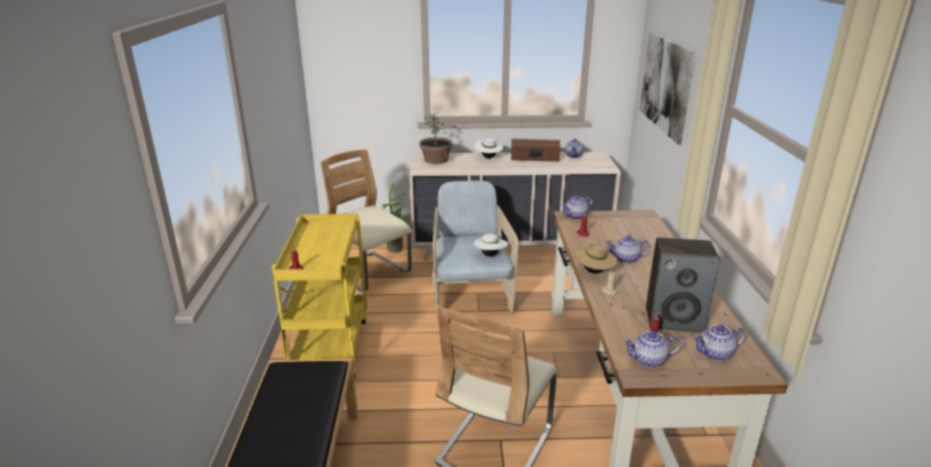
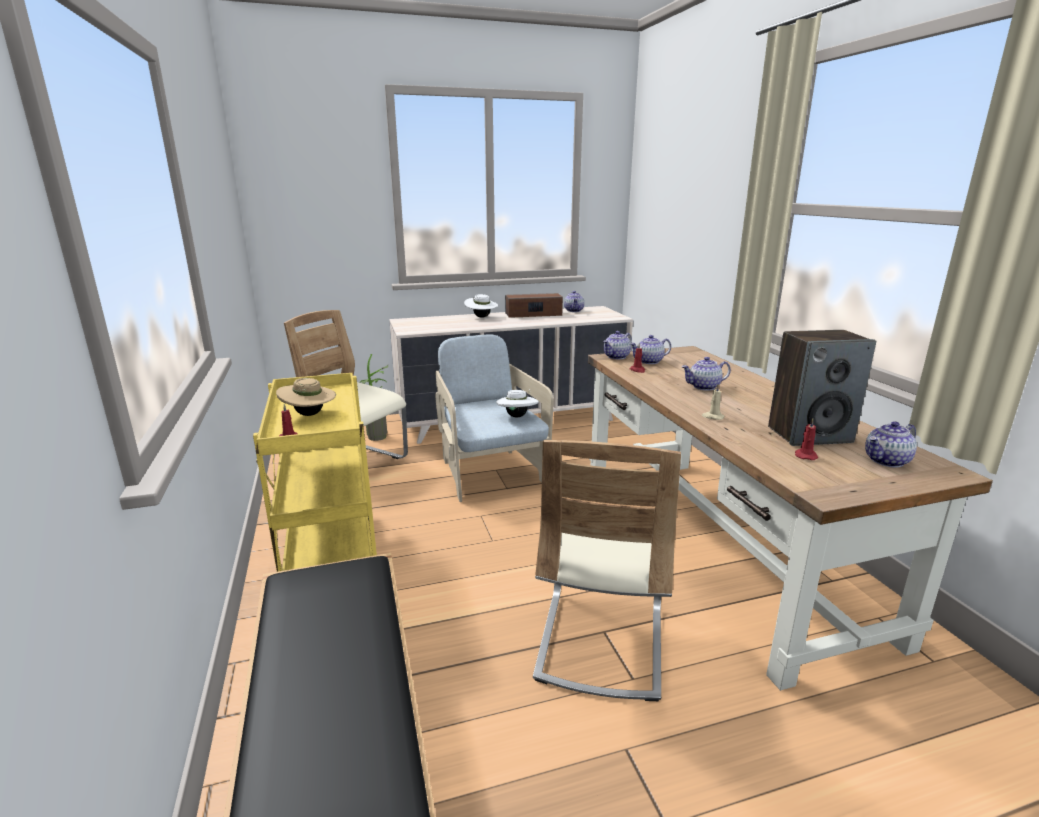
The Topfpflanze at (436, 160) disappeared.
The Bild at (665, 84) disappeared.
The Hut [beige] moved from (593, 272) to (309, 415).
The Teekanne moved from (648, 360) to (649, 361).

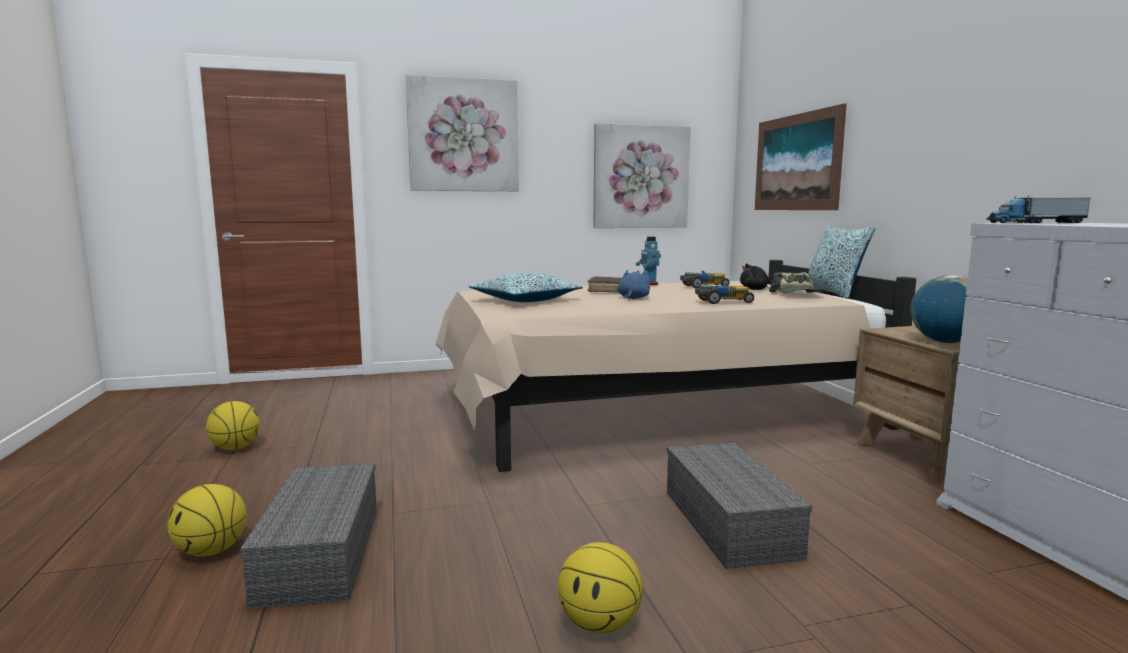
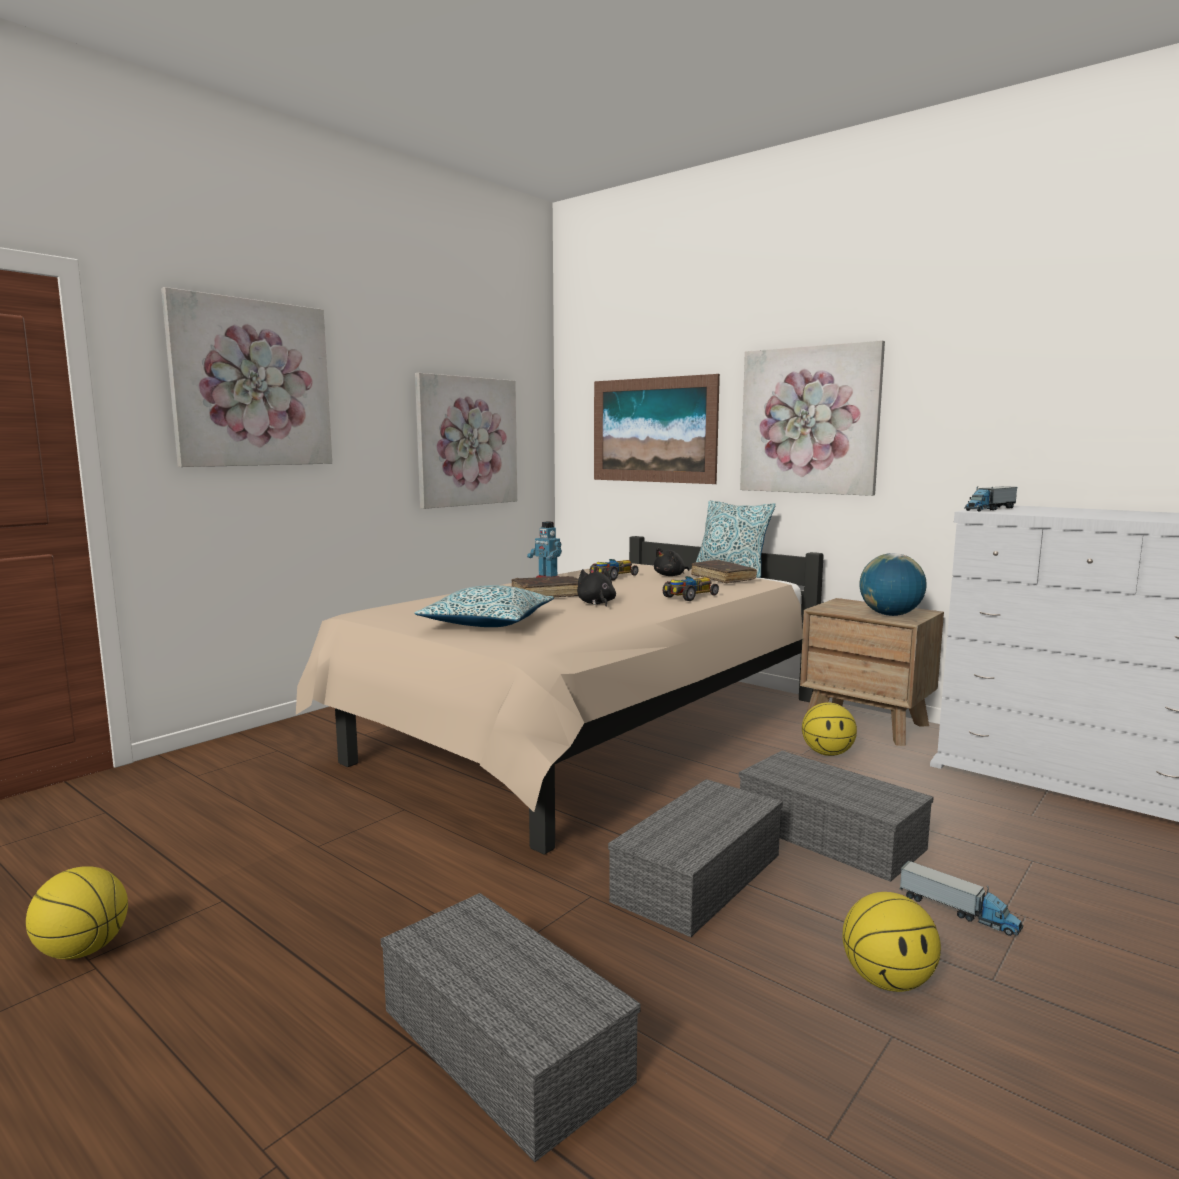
The Aufbewahrungsbox [grau] at (698, 875) appeared.
The Bild at (809, 420) appeared.
The Spielzeuglaster at (958, 911) appeared.
The Basketball moved from (211, 551) to (828, 753).
The Kappe at (797, 294) was replaced by the Buch [braun] at (723, 578).
The Plüschtier [blau] at (633, 298) became the Plüschtier [schwarz] at (596, 603).

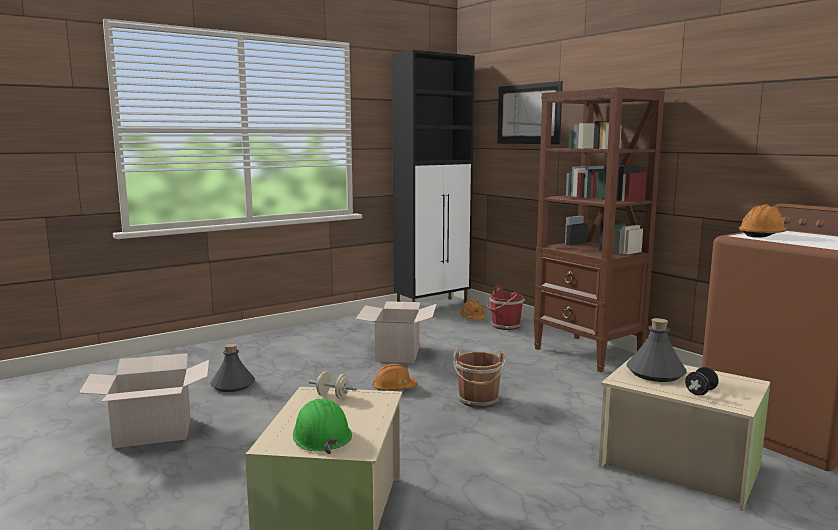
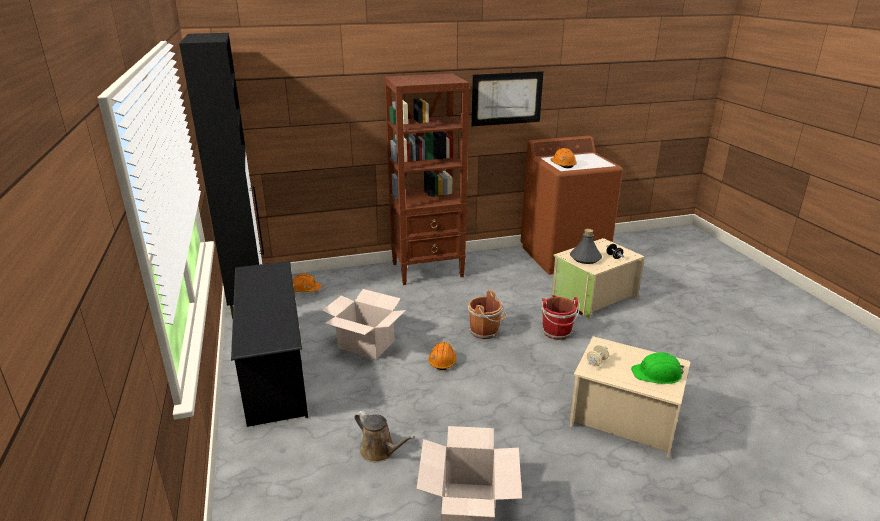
The Schuhregal [schwarz] at (274, 369) appeared.
The Eimer [rot] moved from (504, 326) to (557, 333).
The Bild moved from (528, 114) to (507, 98).
The Flasche [grau] at (233, 385) was replaced by the Gießkanne [braun] at (380, 451).

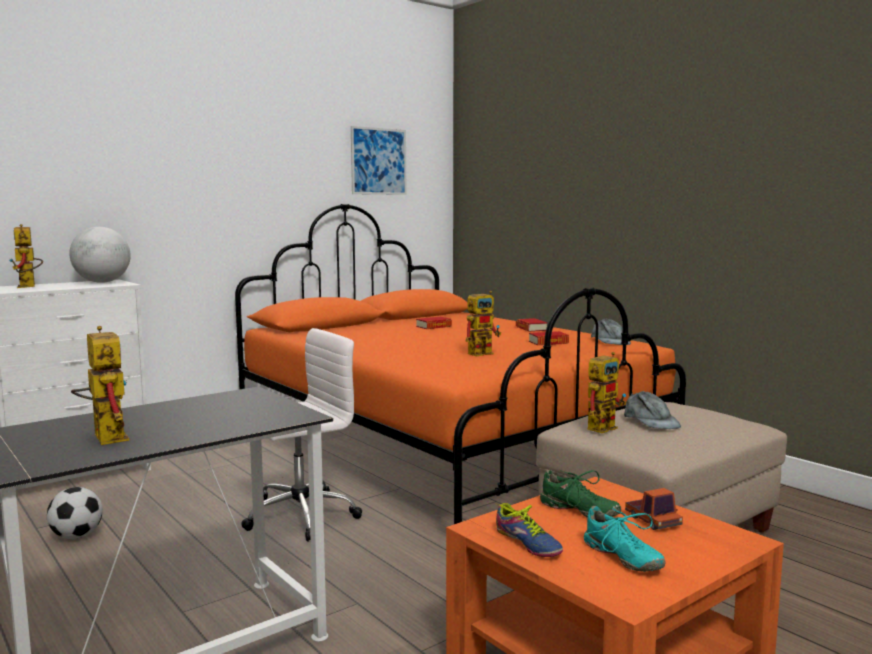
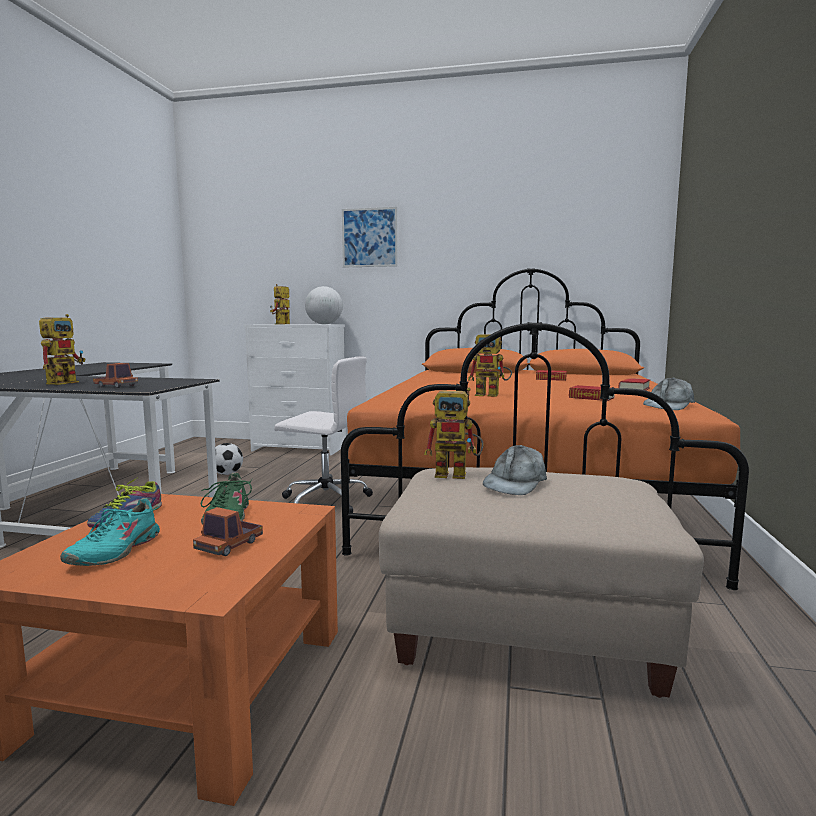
The Spielzeuglaster at (116, 386) appeared.
The Bild moved from (378, 161) to (369, 237).

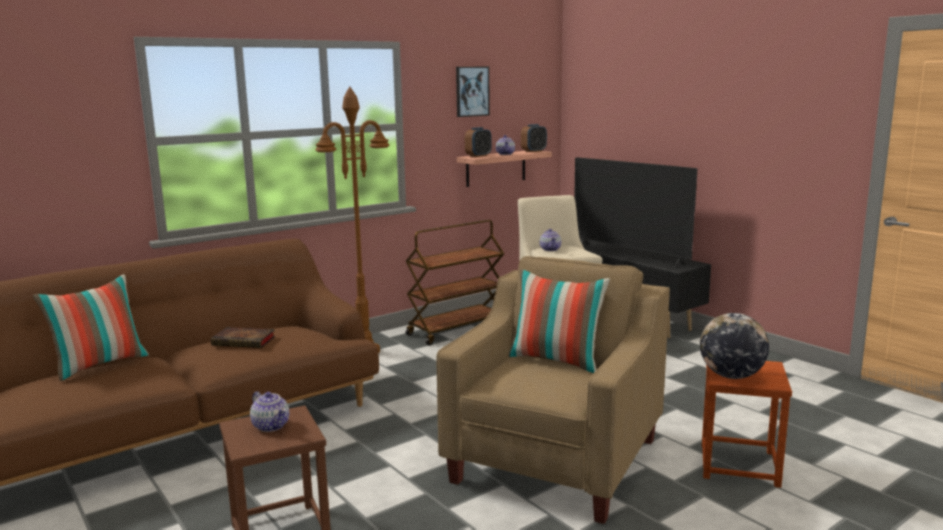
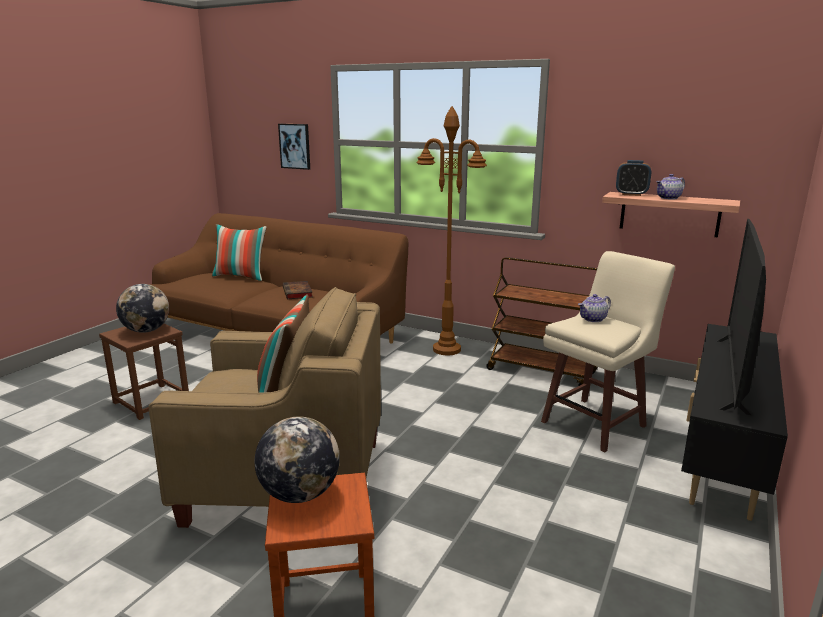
The Wecker at (533, 151) disappeared.
The Bild moved from (472, 91) to (295, 146).
The Teekanne at (271, 426) was replaced by the Globus at (146, 330).

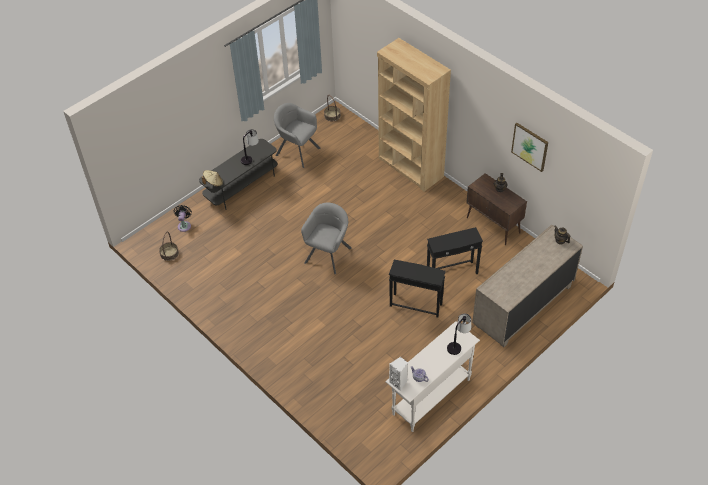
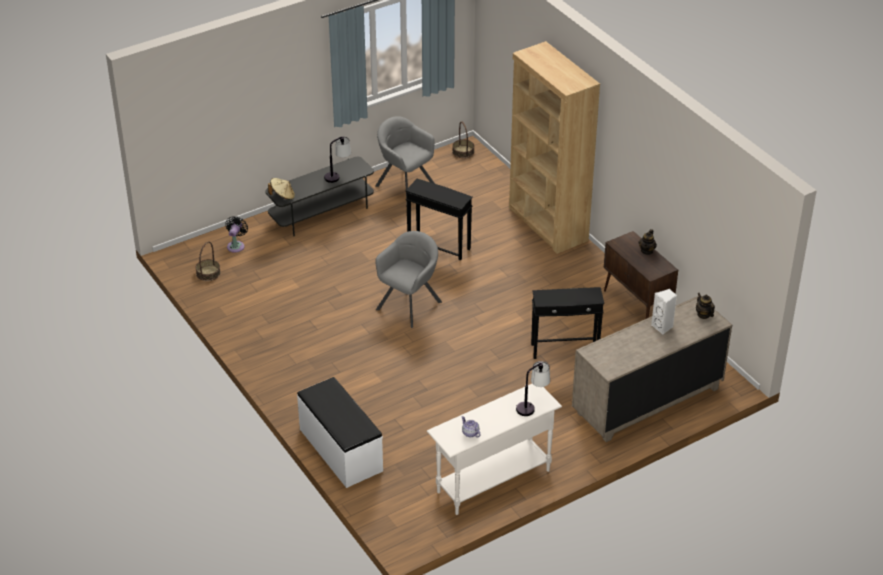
The Bild at (530, 146) disappeared.
The Bank [weiß] at (340, 450) appeared.
The Beistelltisch [schwarz] moved from (415, 304) to (439, 245).
The Lautsprecher [weiß] moved from (399, 383) to (663, 327).

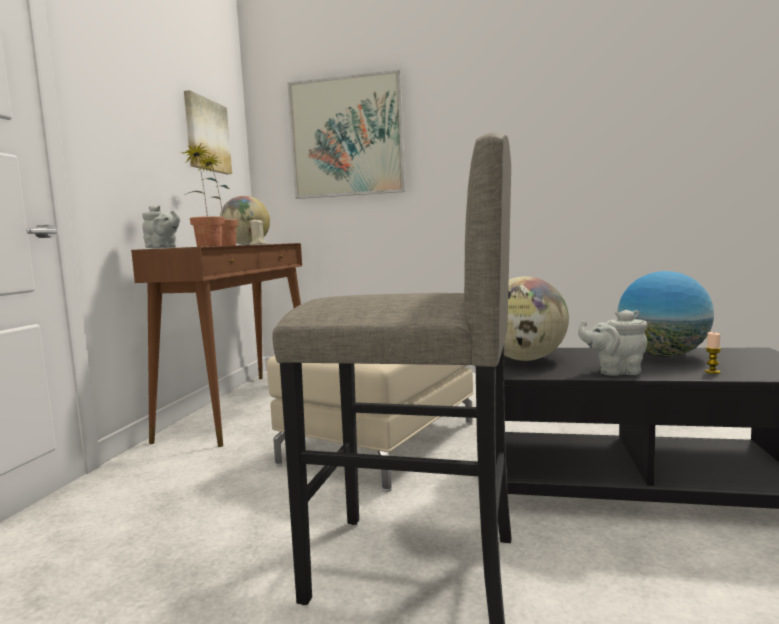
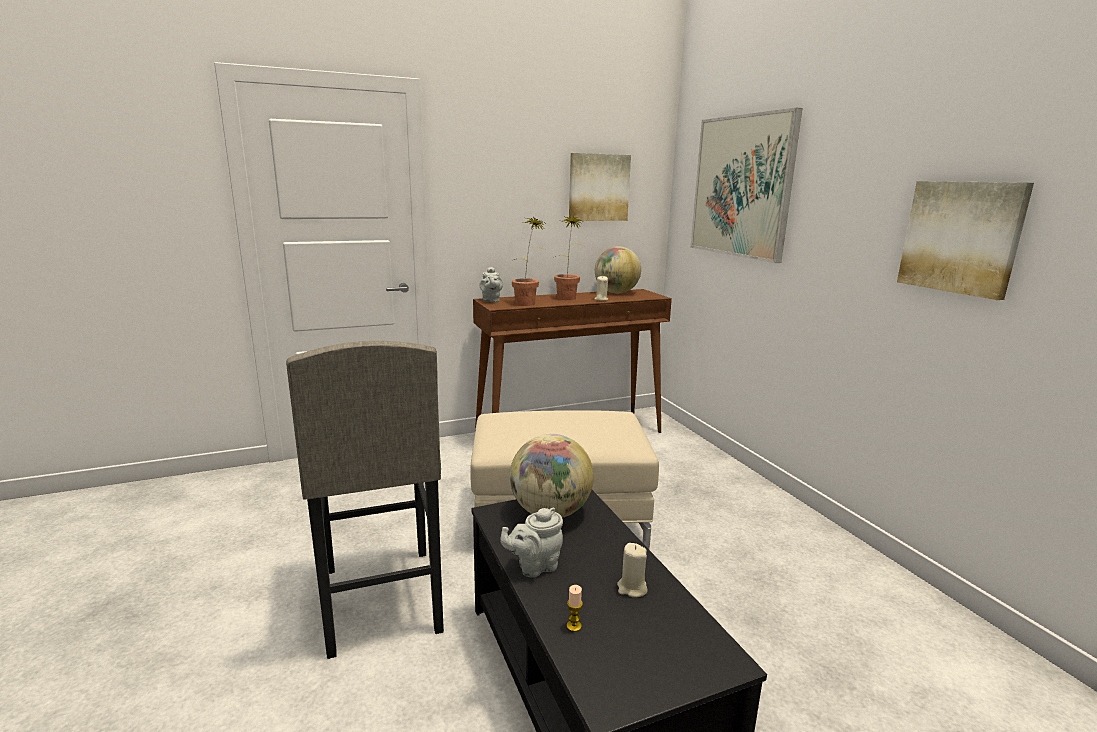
The Bild at (961, 237) appeared.
The Globus at (662, 355) was replaced by the Kerze [beige] at (632, 588).
The Teekanne [grau] at (615, 371) turned 90 degrees counterclockwise.

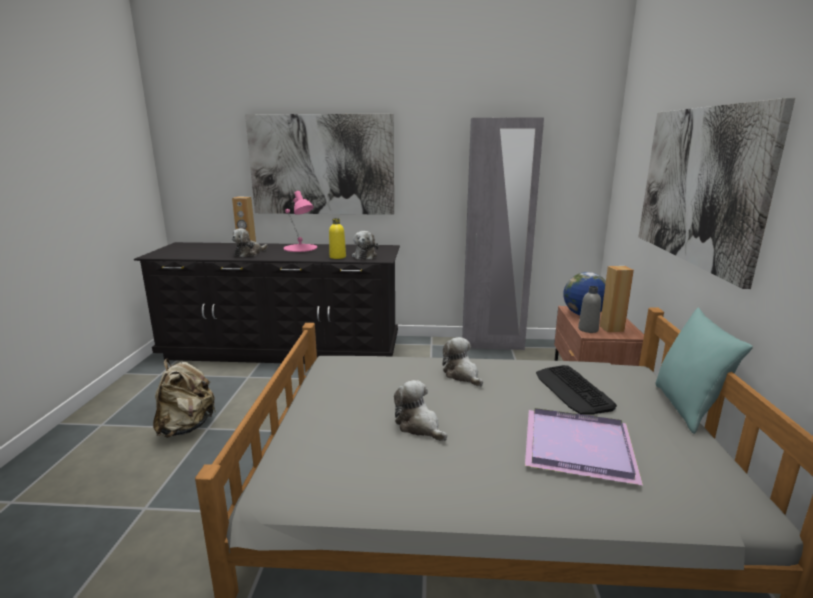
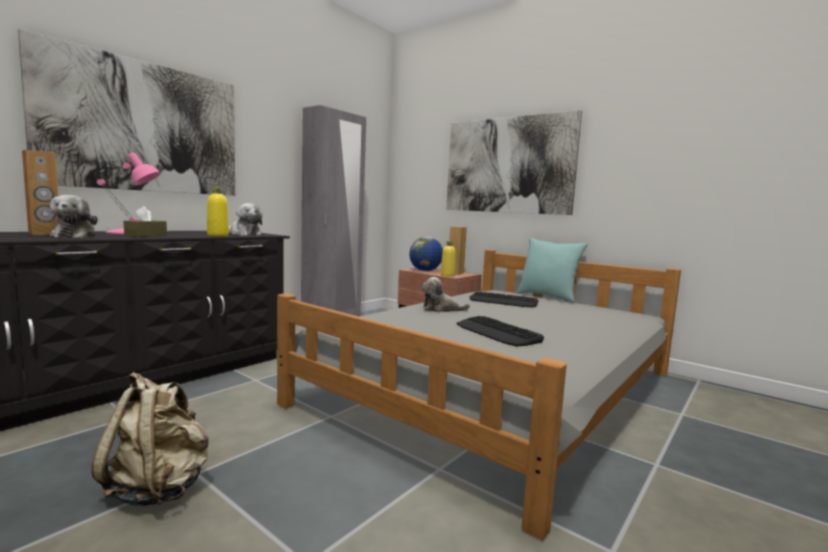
The Tablett [lila] at (576, 448) disappeared.
The Taschentuchbox [braun] at (146, 235) appeared.
The Plüschtier at (419, 426) was replaced by the Tastatur at (497, 332).
The Flasche [grau] at (588, 329) became the Flasche [gelb] at (447, 275).

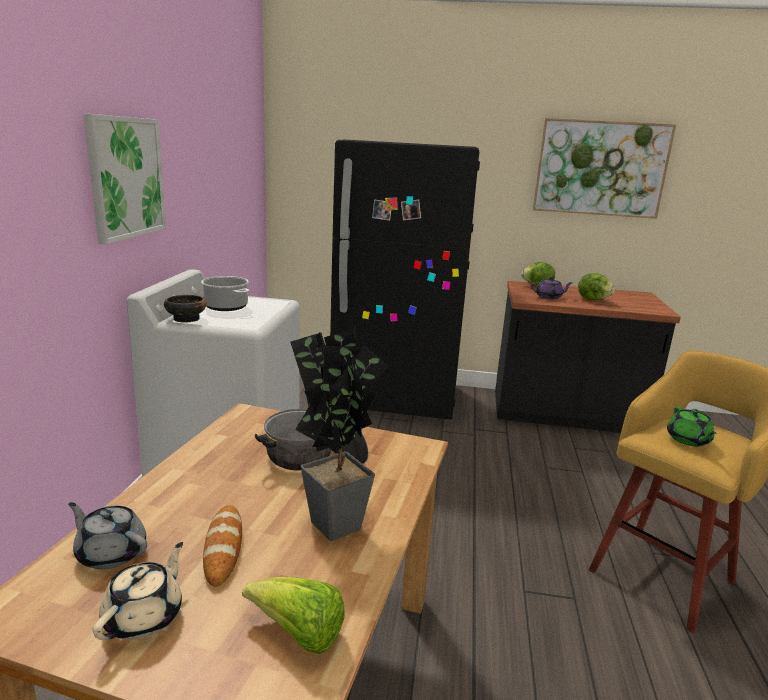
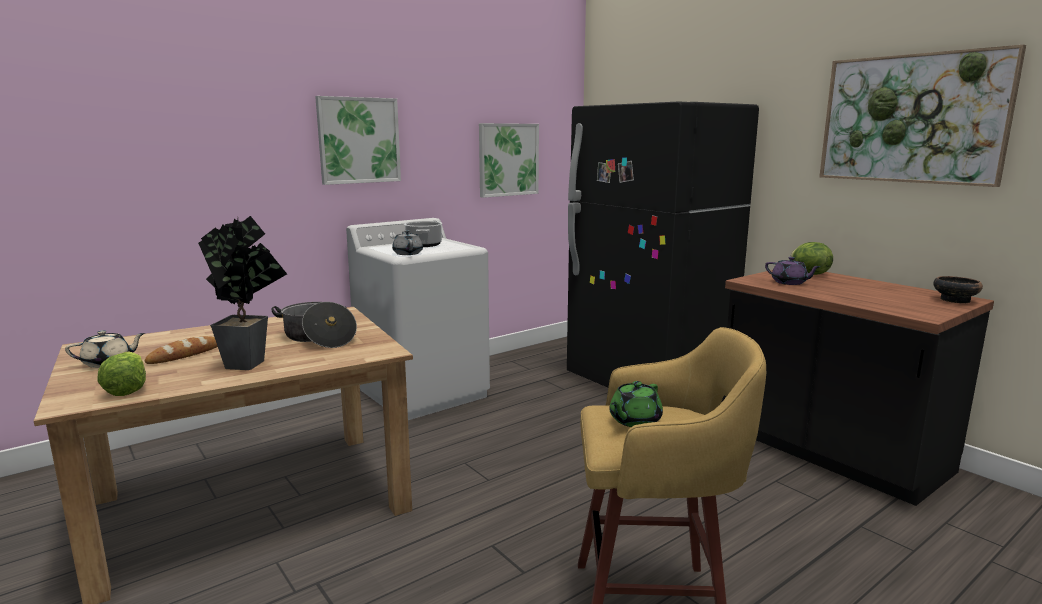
The Salatkopf at (593, 300) disappeared.
The Bild at (508, 159) appeared.
The Teekanne [grau] moved from (111, 553) to (408, 253).
The Schüssel moved from (186, 319) to (954, 300).

